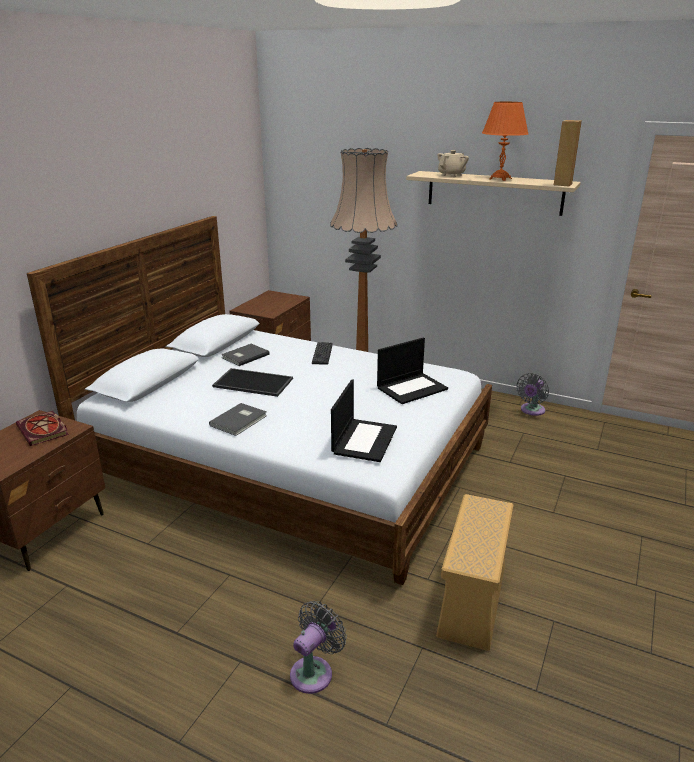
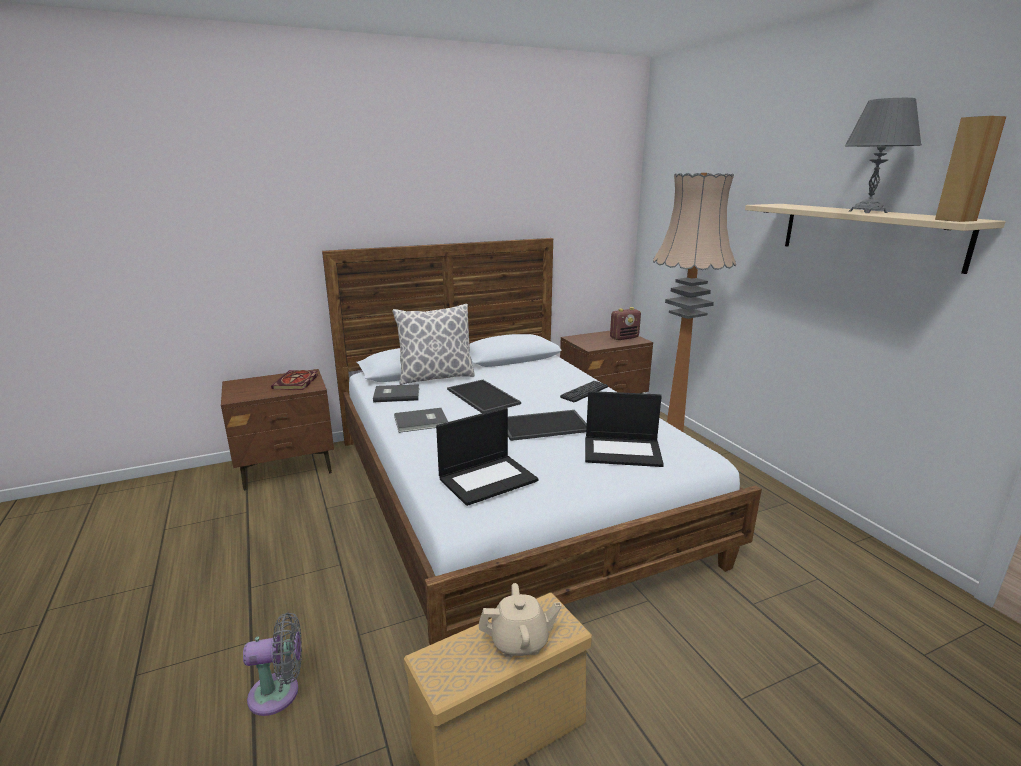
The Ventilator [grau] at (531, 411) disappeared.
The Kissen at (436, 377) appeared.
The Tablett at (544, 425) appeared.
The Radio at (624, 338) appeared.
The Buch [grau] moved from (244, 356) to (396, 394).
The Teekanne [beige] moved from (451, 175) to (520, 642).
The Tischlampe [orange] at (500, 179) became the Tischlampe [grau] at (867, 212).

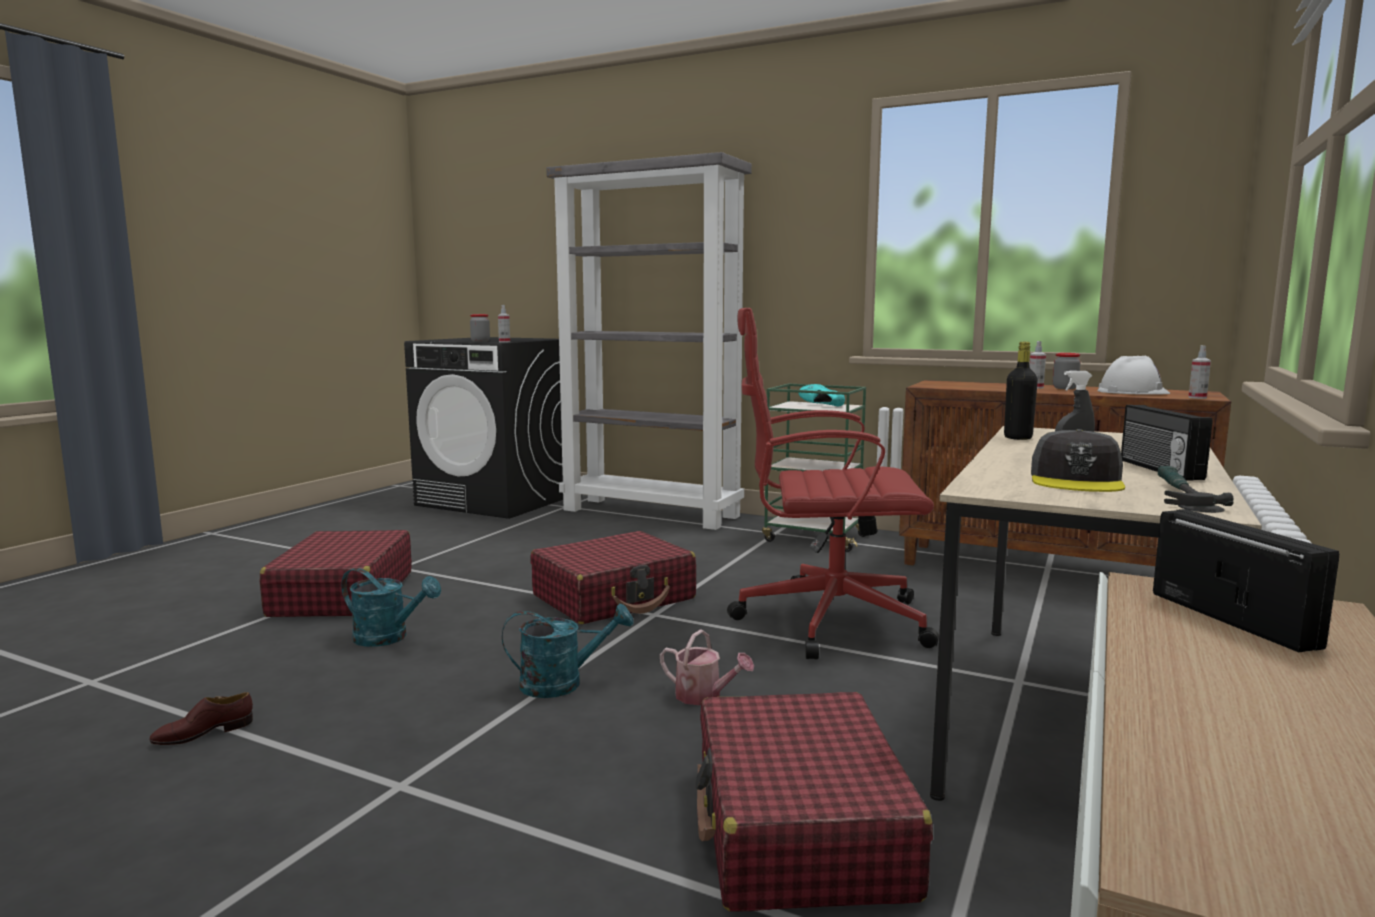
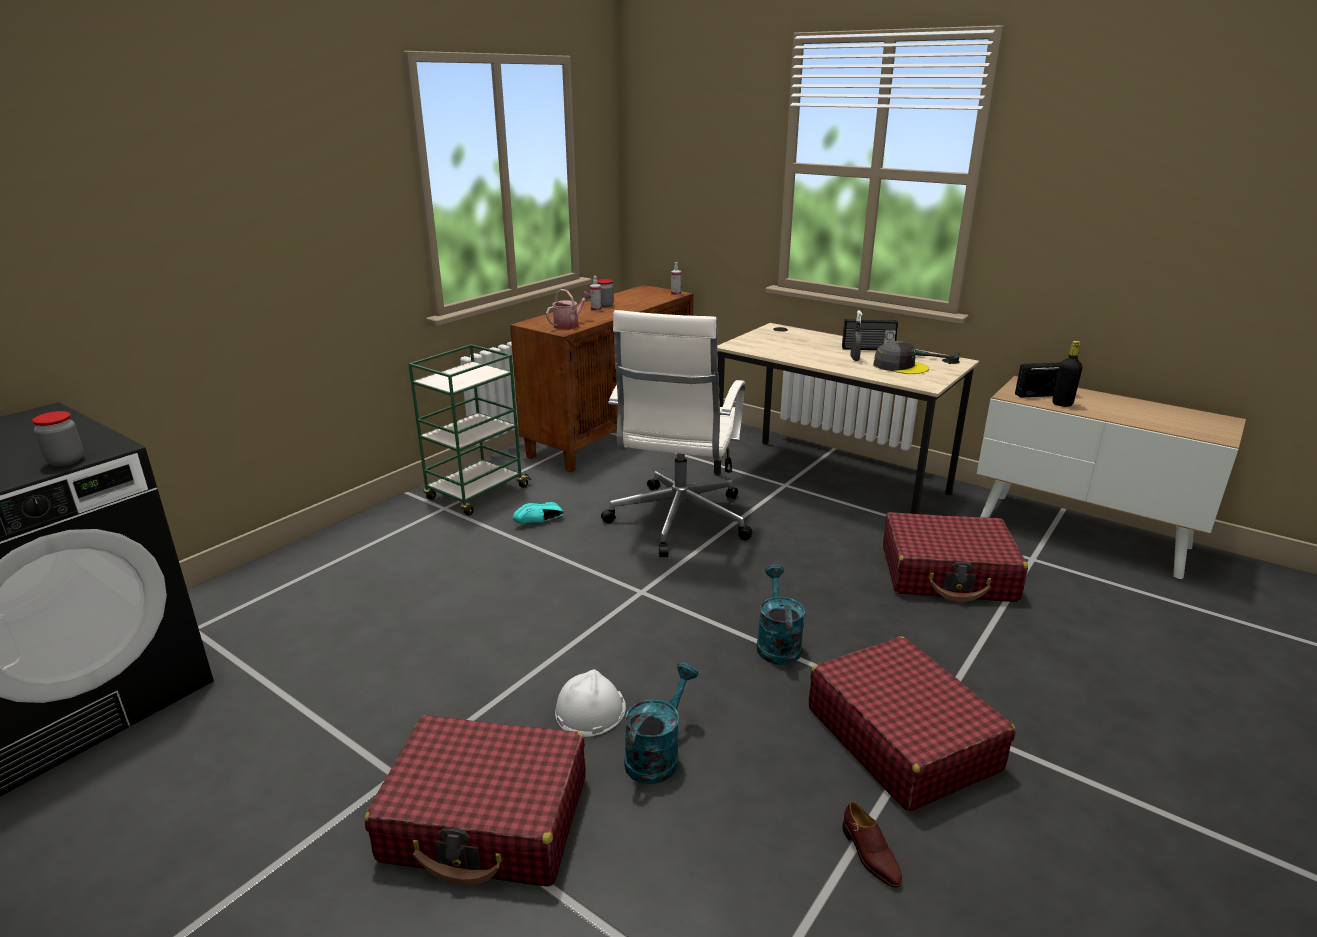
The Sprühflasche at (504, 342) disappeared.
The Bücherregal [grau] at (652, 513) disappeared.
The Koffer [rot] moved from (614, 597) to (901, 738).
The Gießkanne moved from (704, 696) to (569, 325).
The Schuh [türkis] moved from (818, 405) to (540, 522).
The Flasche [schwarz] moved from (1017, 438) to (1062, 404).
The Schutzhelm [weiß] moved from (1132, 392) to (590, 710).
The Bürostuhl [rot] at (826, 620) became the Bürostuhl [weiß] at (678, 522).

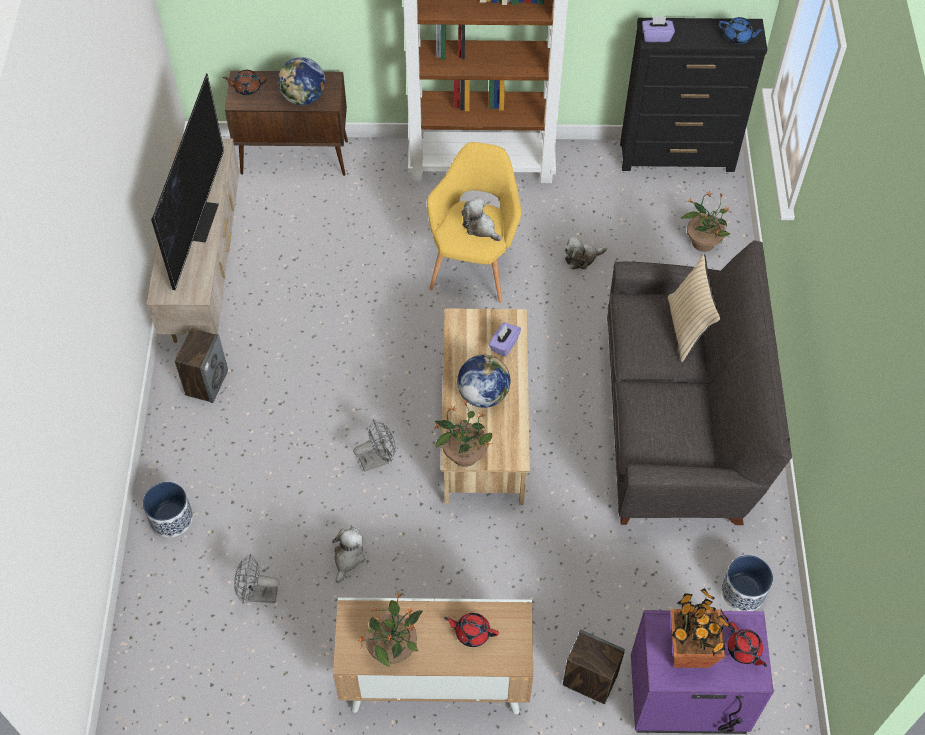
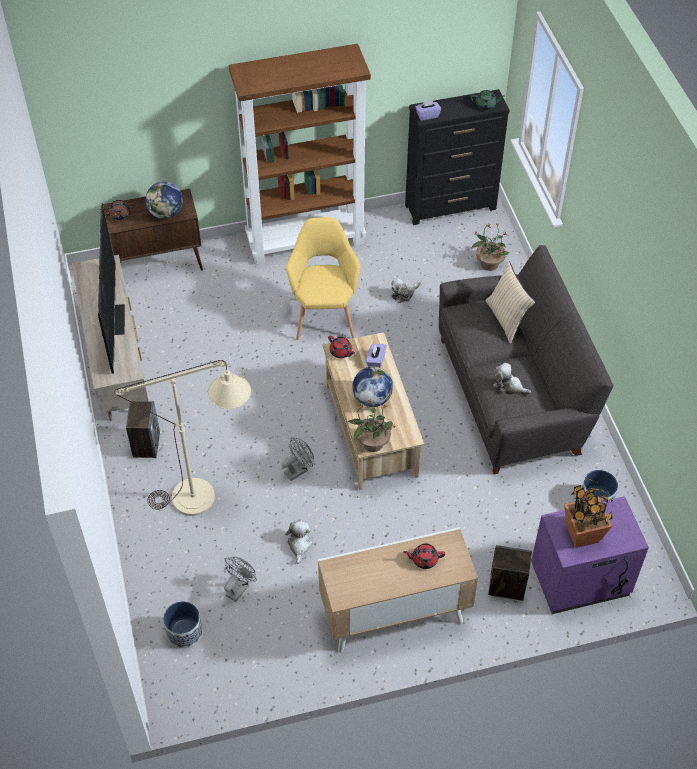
The Topfpflanze at (393, 647) disappeared.
The Stehlampe [beige] at (206, 497) appeared.
The Pflanzkübel moved from (171, 518) to (184, 632).
The Plüschtier moved from (480, 227) to (509, 386).
The Teekanne [rot] moved from (744, 650) to (341, 352).
The Teekanne [blau] at (738, 37) became the Teekanne [grün] at (486, 105).
The Ventilator [grau] at (257, 595) turned 135 degrees clockwise.

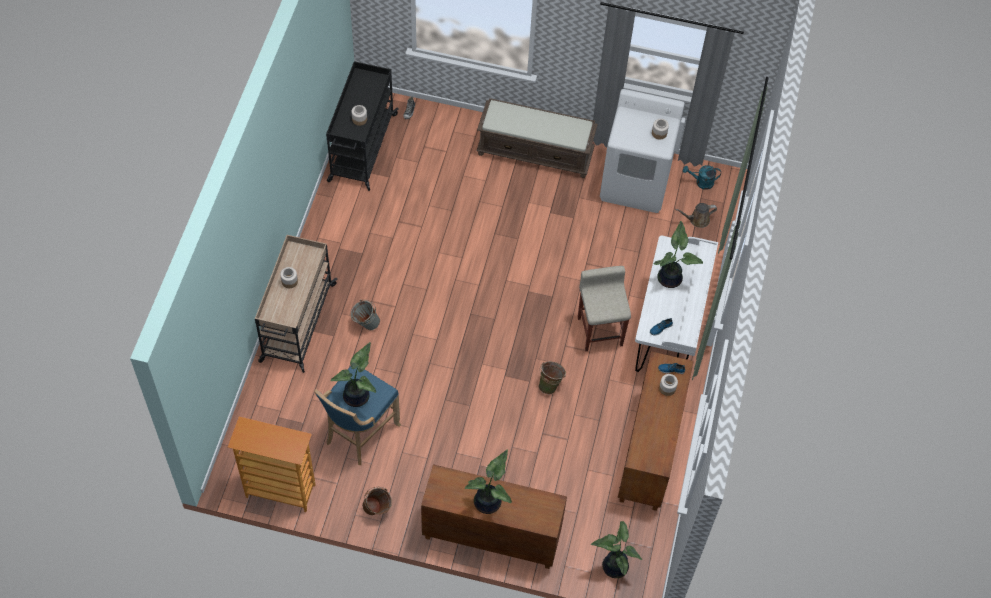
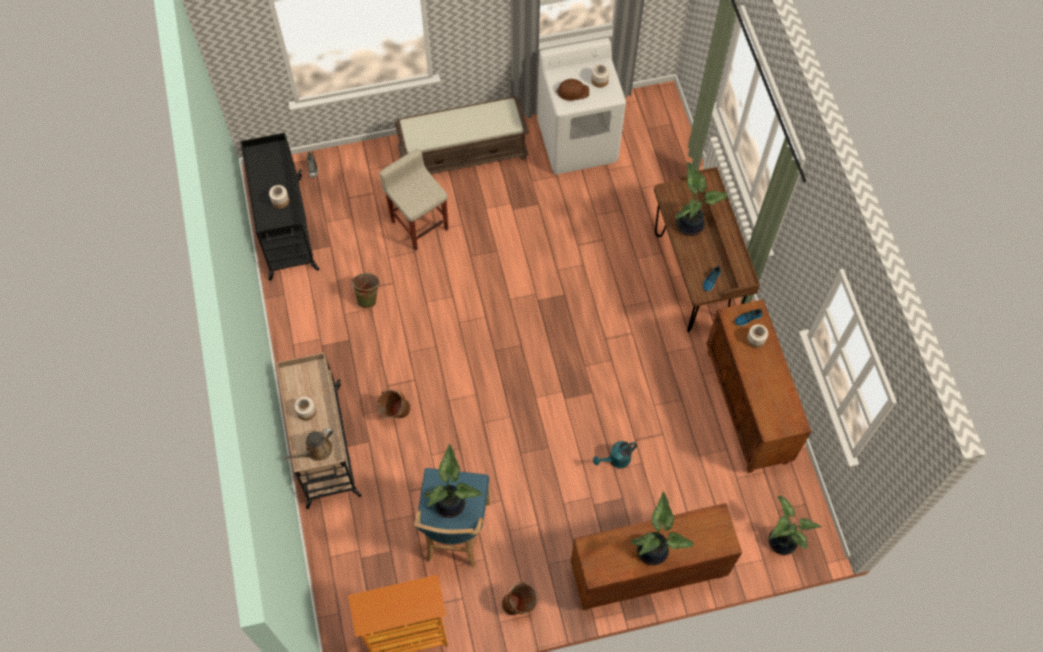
The Schutzhelm [braun] at (572, 91) appeared.
The Eimer [grün] moved from (550, 384) to (368, 297).
The Hocker [beige] moved from (600, 330) to (419, 224).
The Gießkanne [braun] moved from (697, 220) to (316, 450).
The Gießkanne [türkis] moved from (701, 182) to (616, 460).
The Eimer [grau] at (365, 324) became the Eimer [braun] at (394, 413).
The Schreibtisch [weiß] at (667, 332) became the Schreibtisch [braun] at (694, 278).

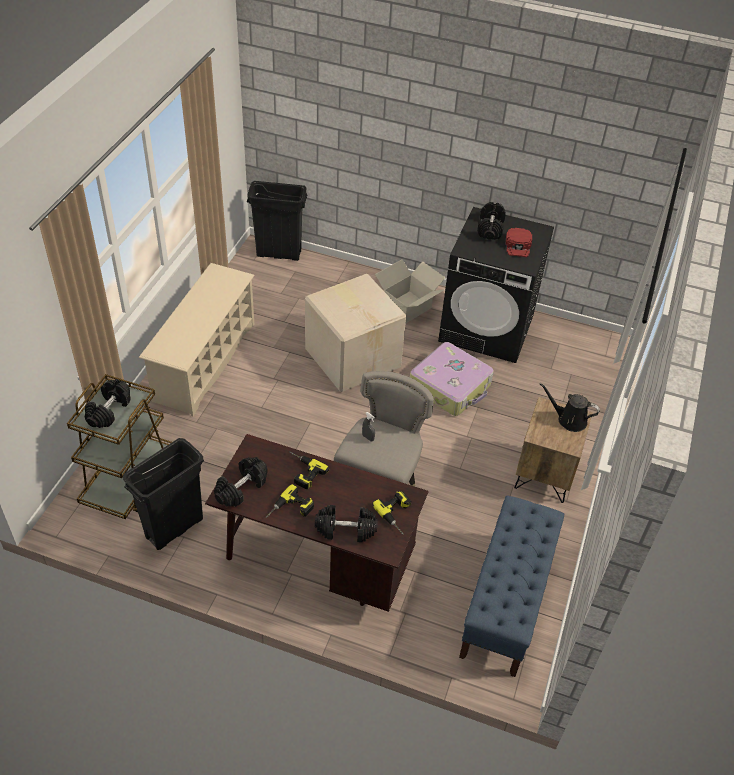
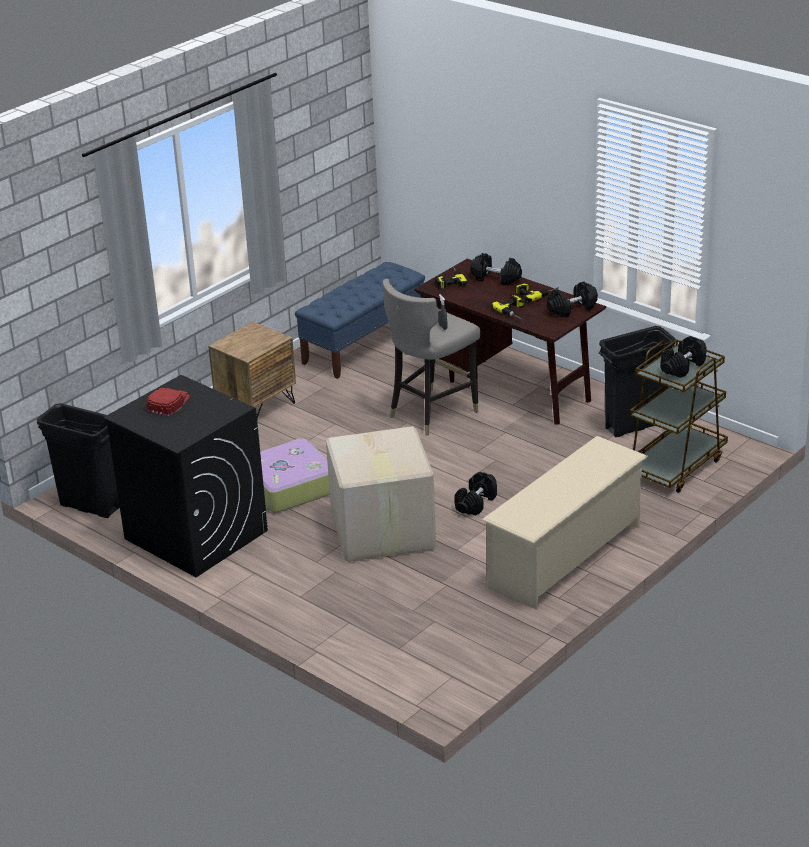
The Karton at (407, 307) disappeared.
The Gießkanne [schwarz] at (569, 420) disappeared.
The Mülleimer [schwarz] moved from (279, 254) to (89, 506).
The Hantel [schwarz] moved from (490, 228) to (476, 503).

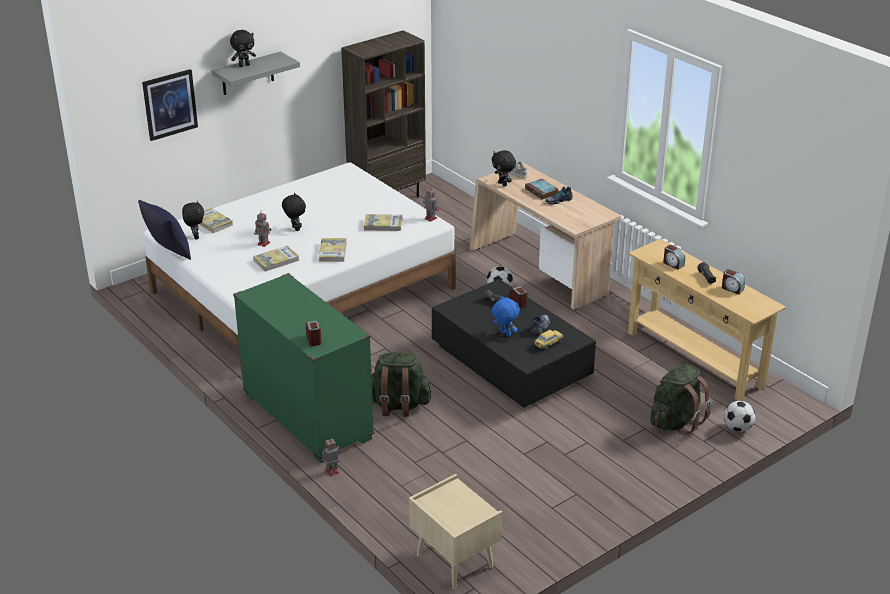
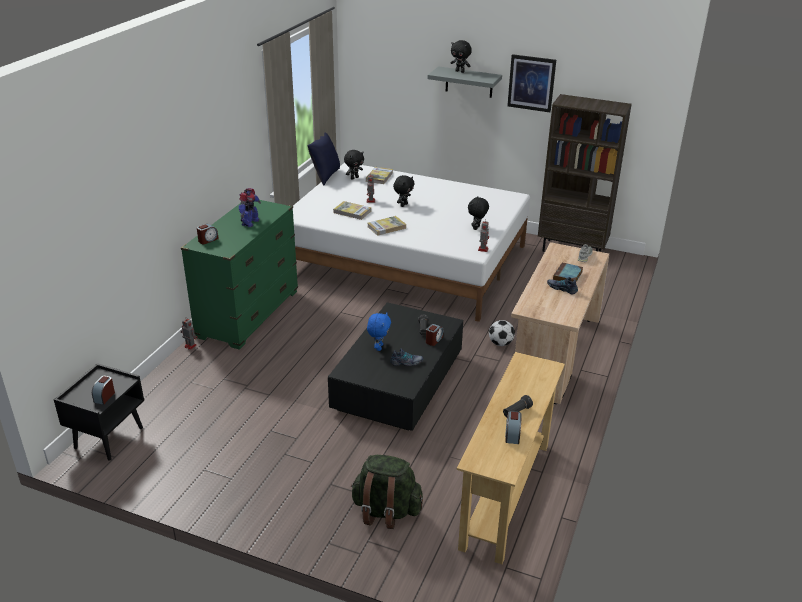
The Buch at (383, 224) disappeared.
The Rucksack [grün] at (398, 405) disappeared.
The Spielzeugauto at (548, 344) disappeared.
The Fußball at (737, 428) disappeared.
The Spielzeugroboter at (250, 222) appeared.
The Bild moved from (170, 104) to (531, 83).
The Plüschtier [schwarz] moved from (503, 184) to (477, 228).
The Wecker moved from (673, 264) to (104, 397).
The Nachttisch [beige] at (453, 561) became the Nachttisch [schwarz] at (109, 437).

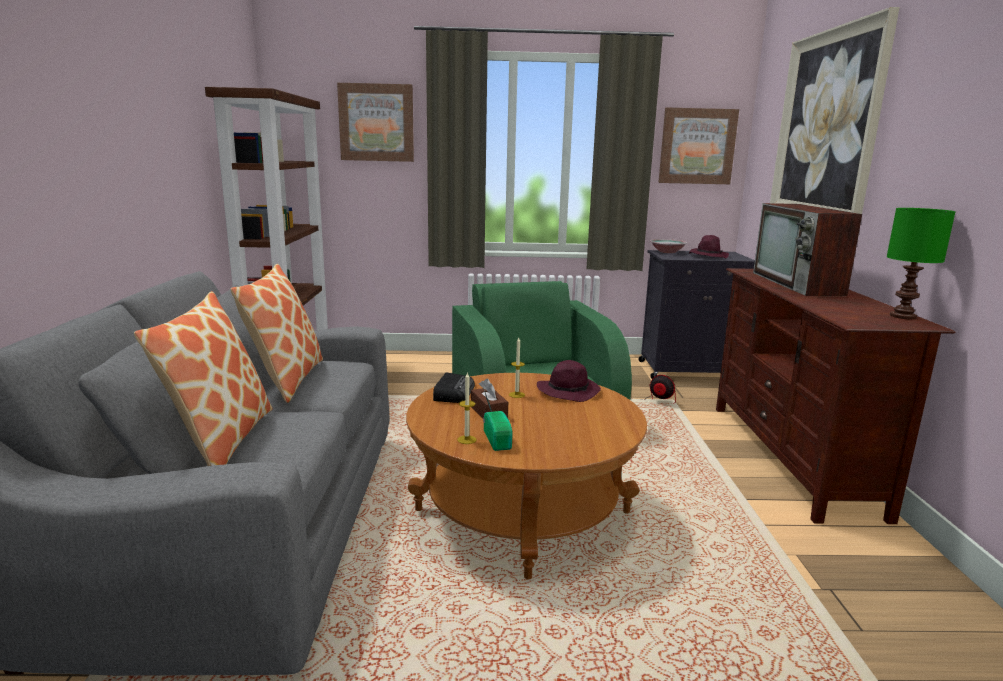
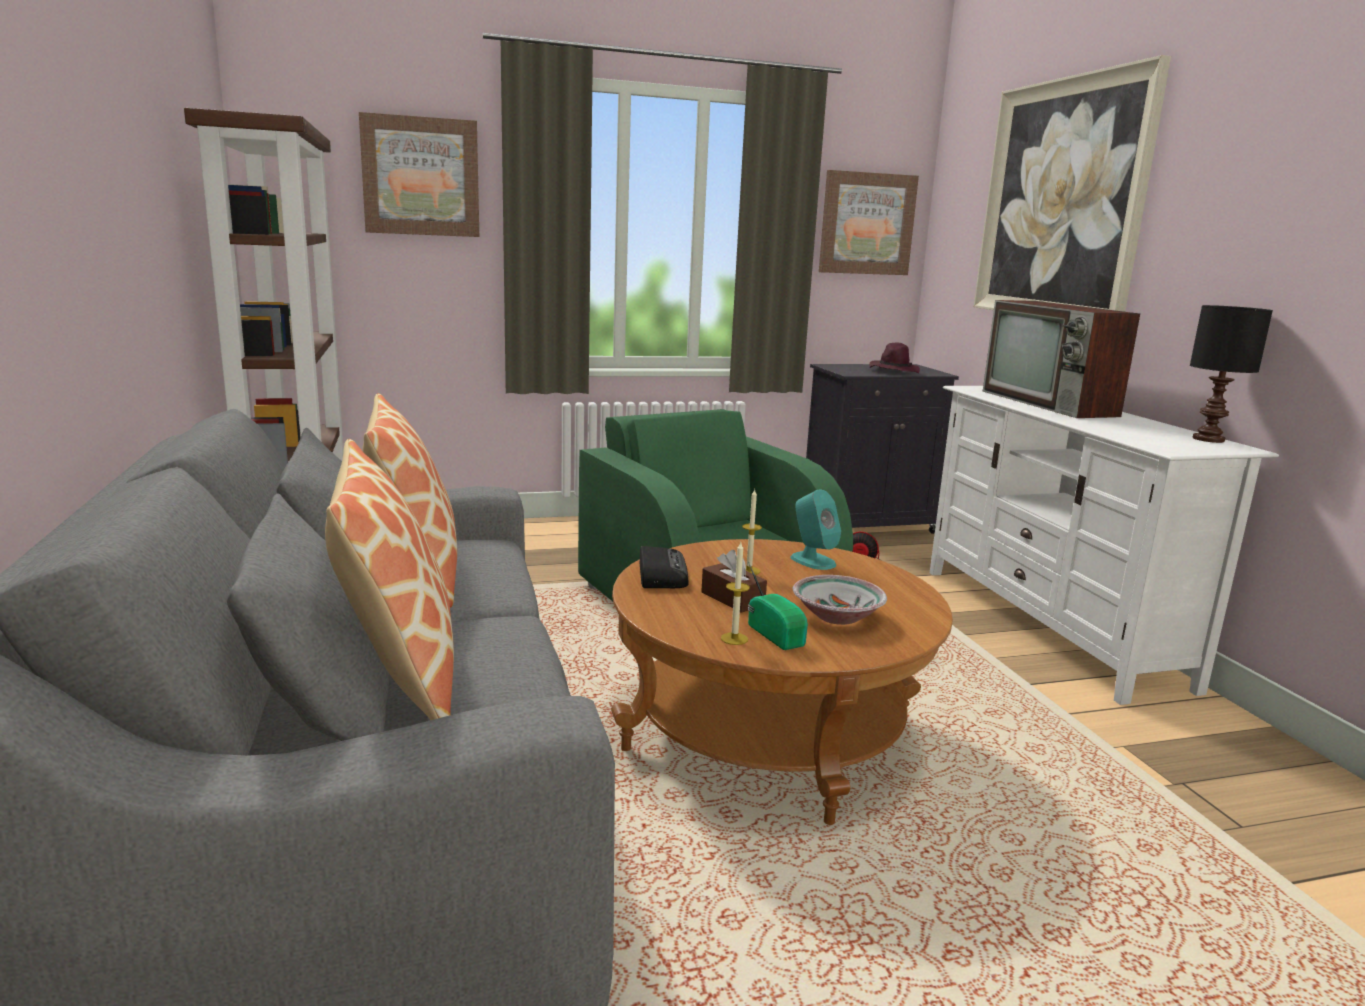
The Schüssel moved from (667, 252) to (836, 616).
The Hut [lila] at (569, 391) was replaced by the Lautsprecher [türkis] at (812, 561).
The Fernsehschrank [braun] at (791, 457) became the Fernsehschrank [weiß] at (1049, 625).
The Tischlampe [grün] at (903, 316) became the Tischlampe [schwarz] at (1209, 439).

